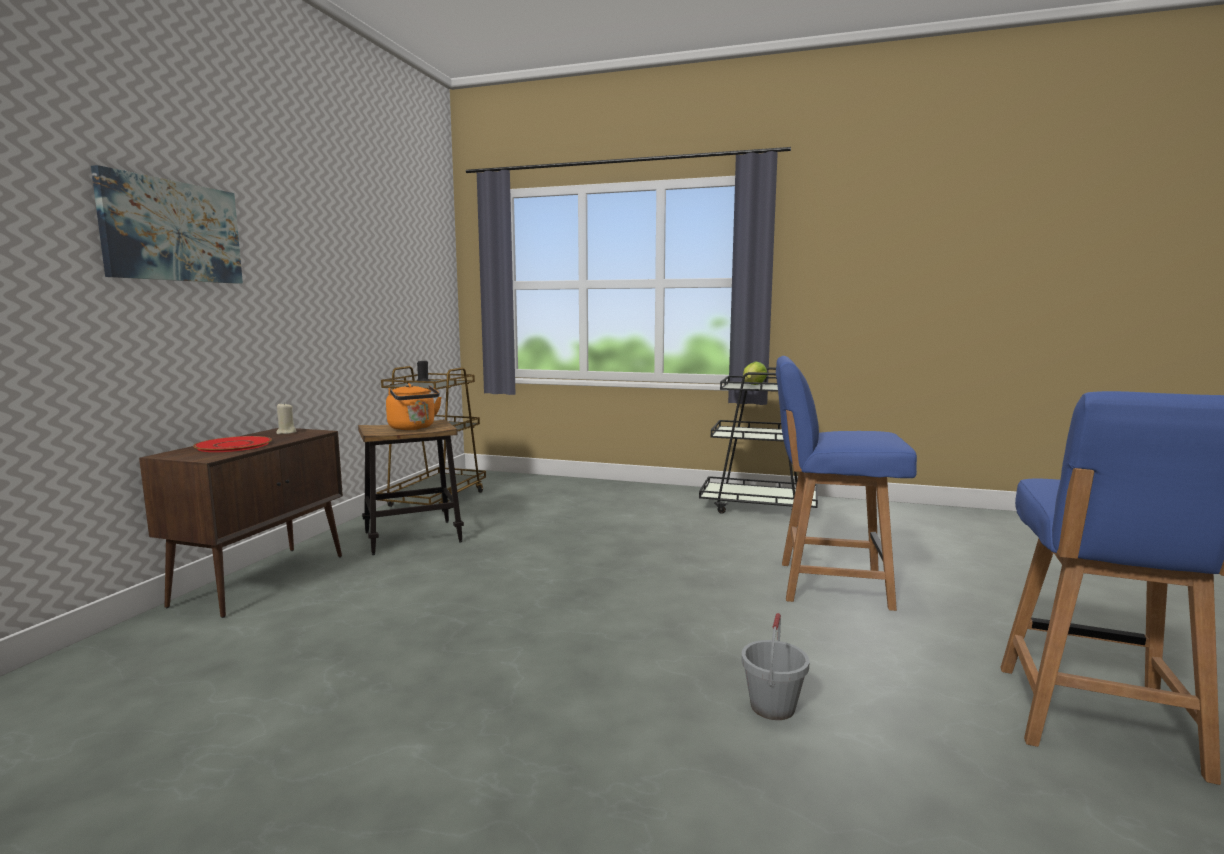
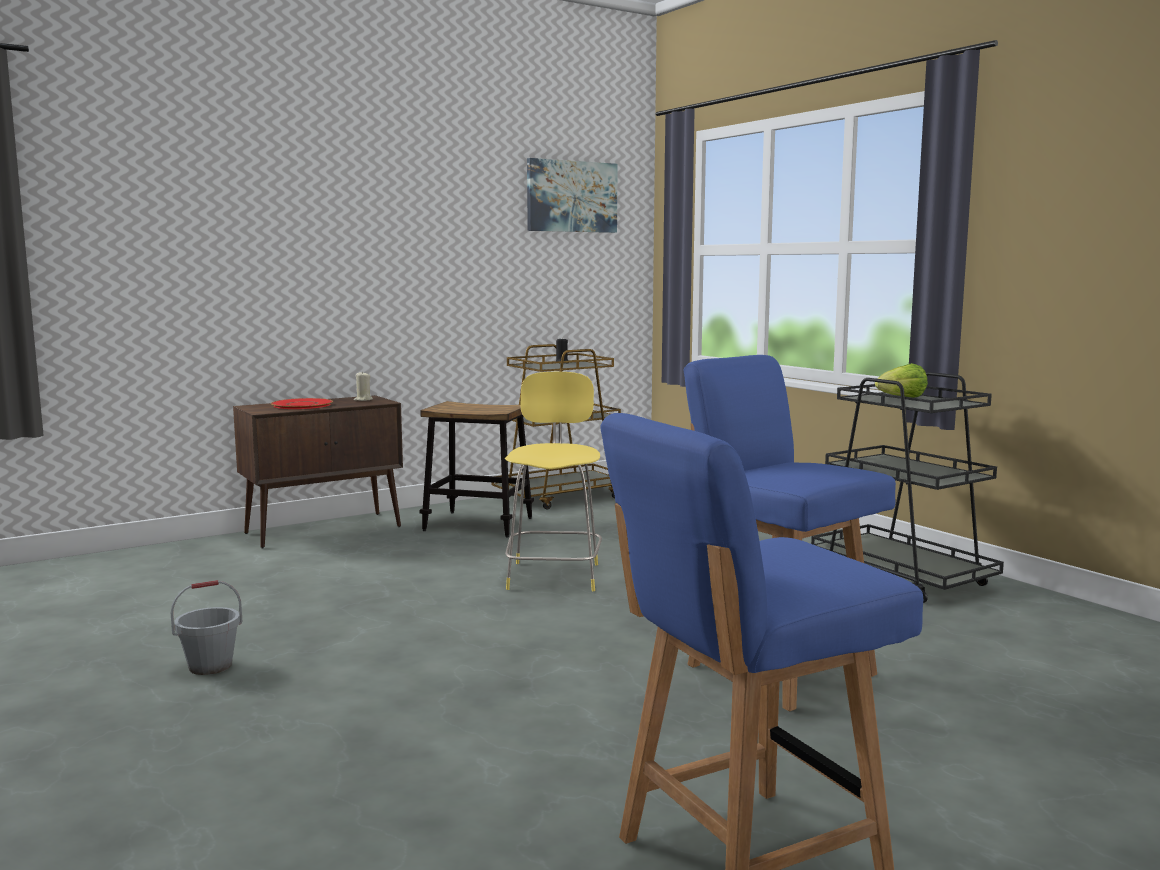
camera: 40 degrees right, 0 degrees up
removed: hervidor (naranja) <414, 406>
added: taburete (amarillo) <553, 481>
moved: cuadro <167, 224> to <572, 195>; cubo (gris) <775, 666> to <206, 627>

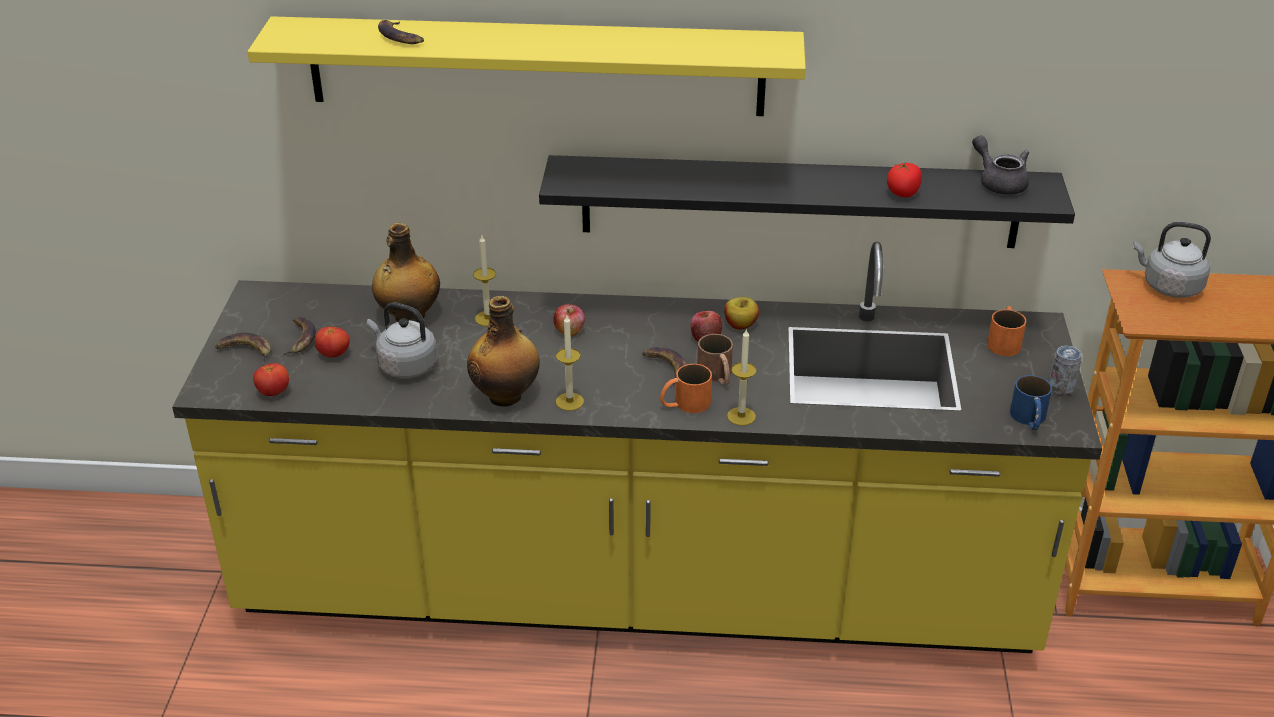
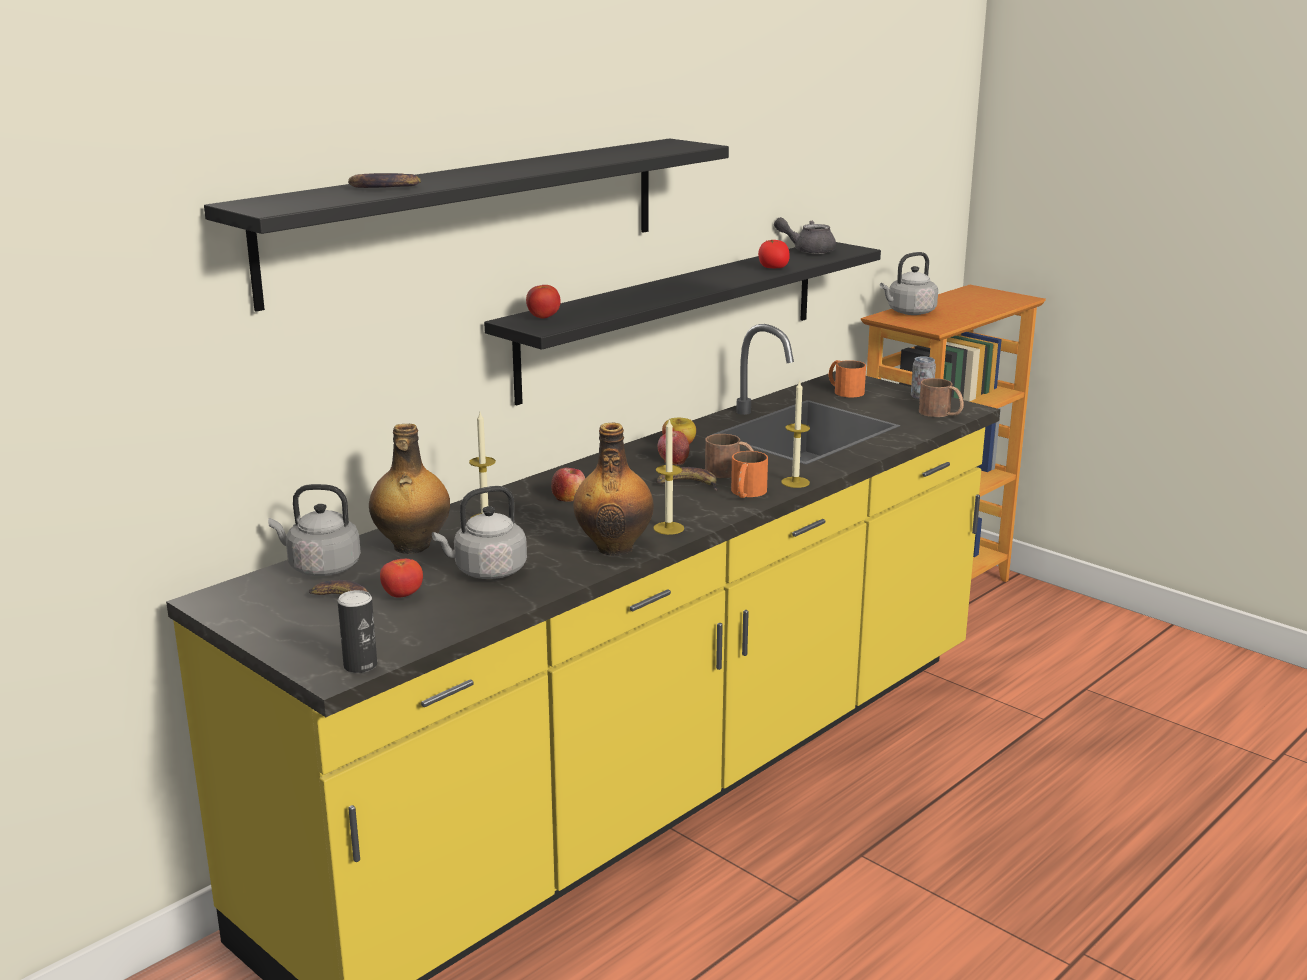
camera: 50 degrees left, 15 degrees down
removed: plátano <243, 348>
added: hervidor (gris) <314, 530>; lata <357, 631>
moved: tomate <271, 379> to <543, 301>
recoloured: estante (amarillo) <526, 66> to estante (negro) <466, 225>; taza grande (azul) <1031, 402> to taza grande (marrón) <941, 397>

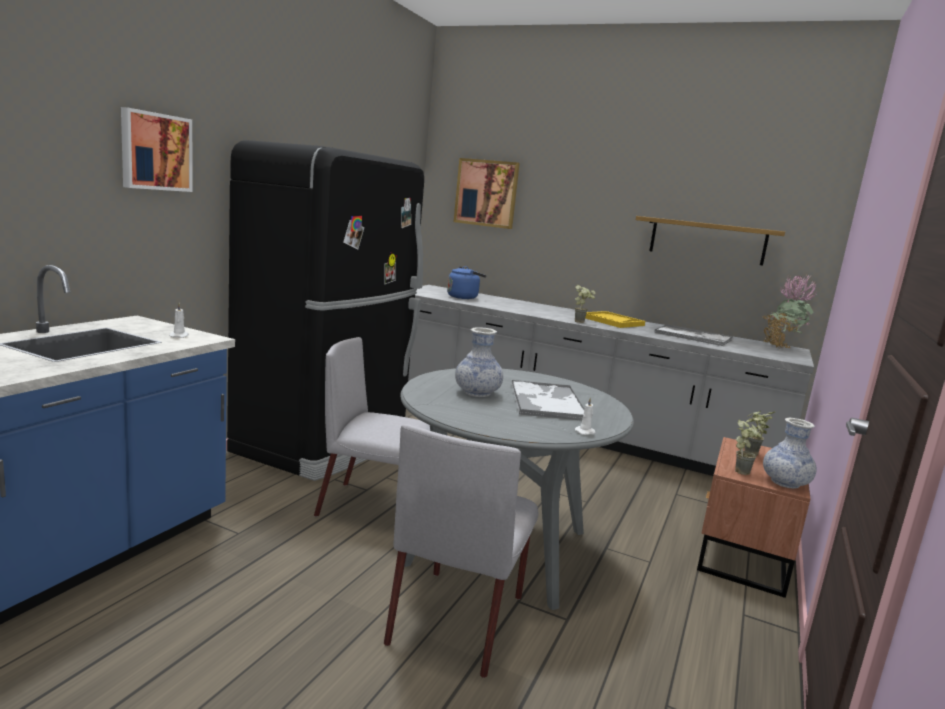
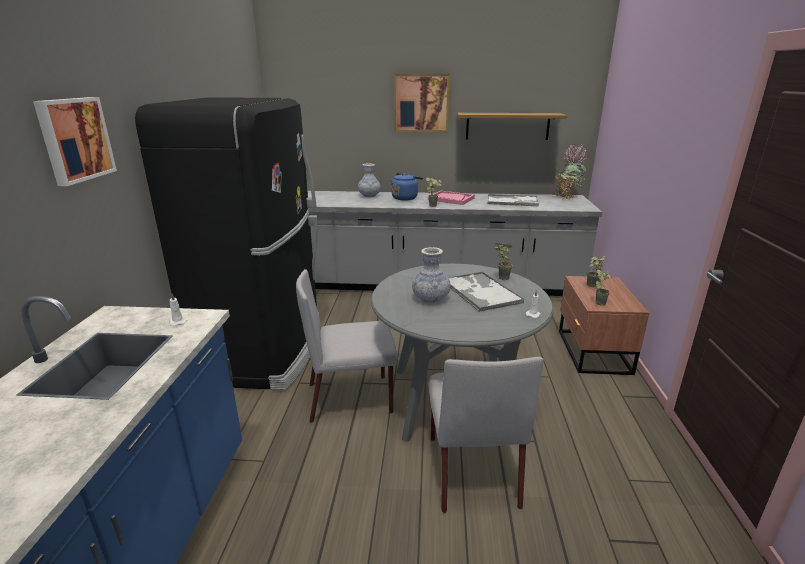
camera: 20 degrees left, 10 degrees up
added: planta en maceta <503, 261>
moved: cuadro <487, 193> to <422, 103>; hervidor (azul) <466, 282> to <407, 187>; florero <790, 453> to <369, 180>
recoloured: bandeja (amarillo) <615, 319> to bandeja (rosa) <451, 198>

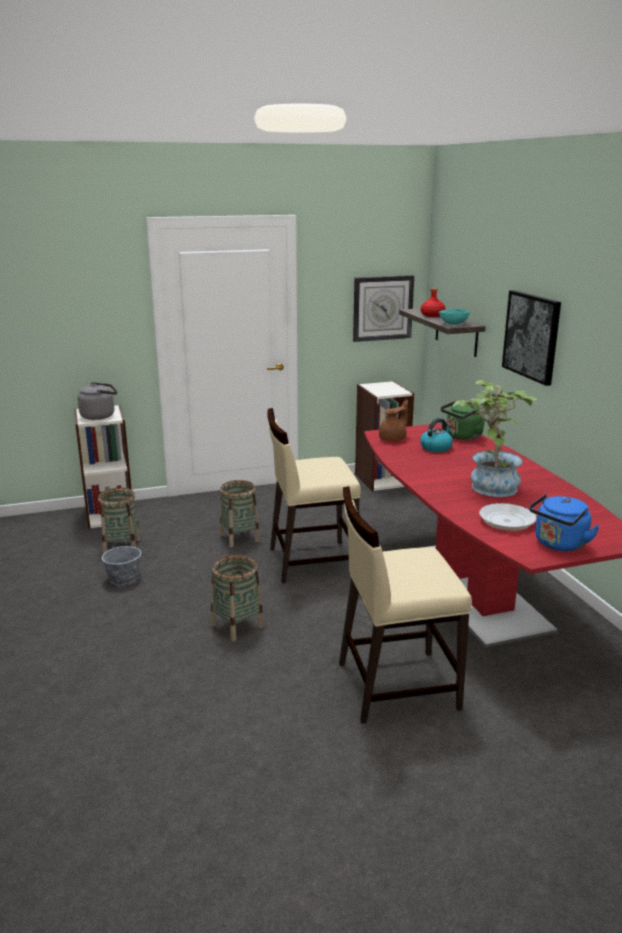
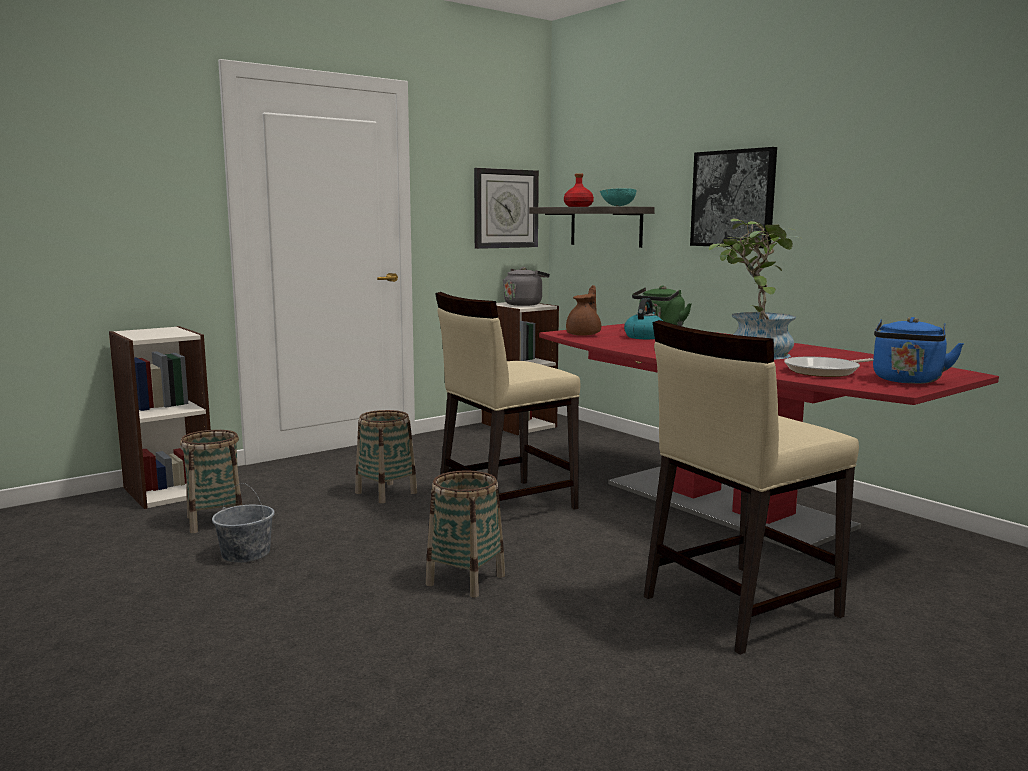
camera: 20 degrees left, 10 degrees down
moved: hervidor (gris) <97, 401> to <526, 286>

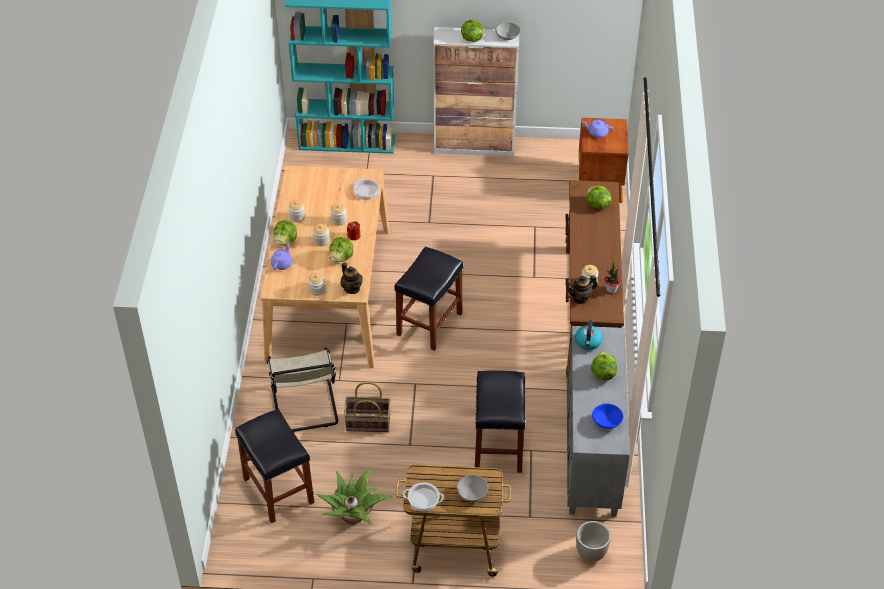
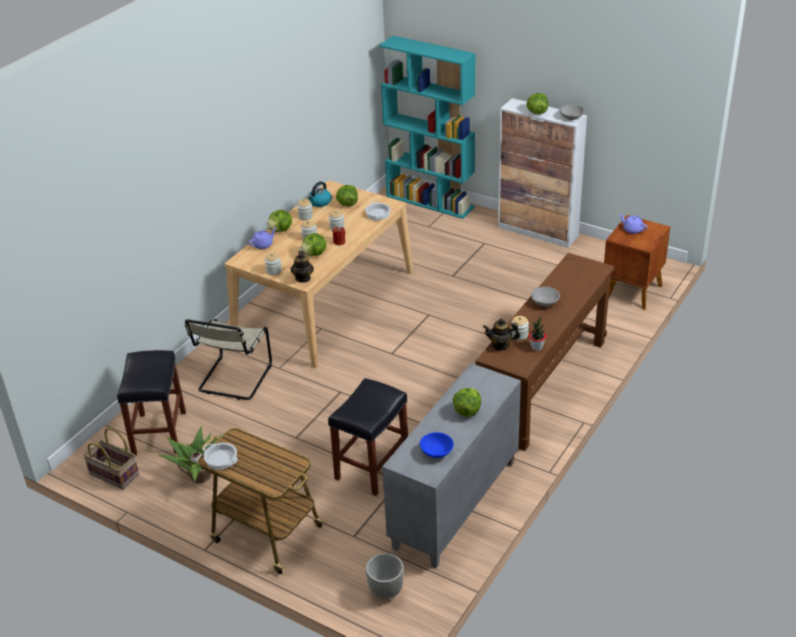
camera: 30 degrees right, 10 degrees down
removed: taburete (negro) <428, 299>
moved: lechuga <599, 197> to <347, 196>; hervidor <589, 335> to <320, 194>; cesta <367, 407> to <111, 458>; cuenco (gris) <472, 488> to <545, 296>

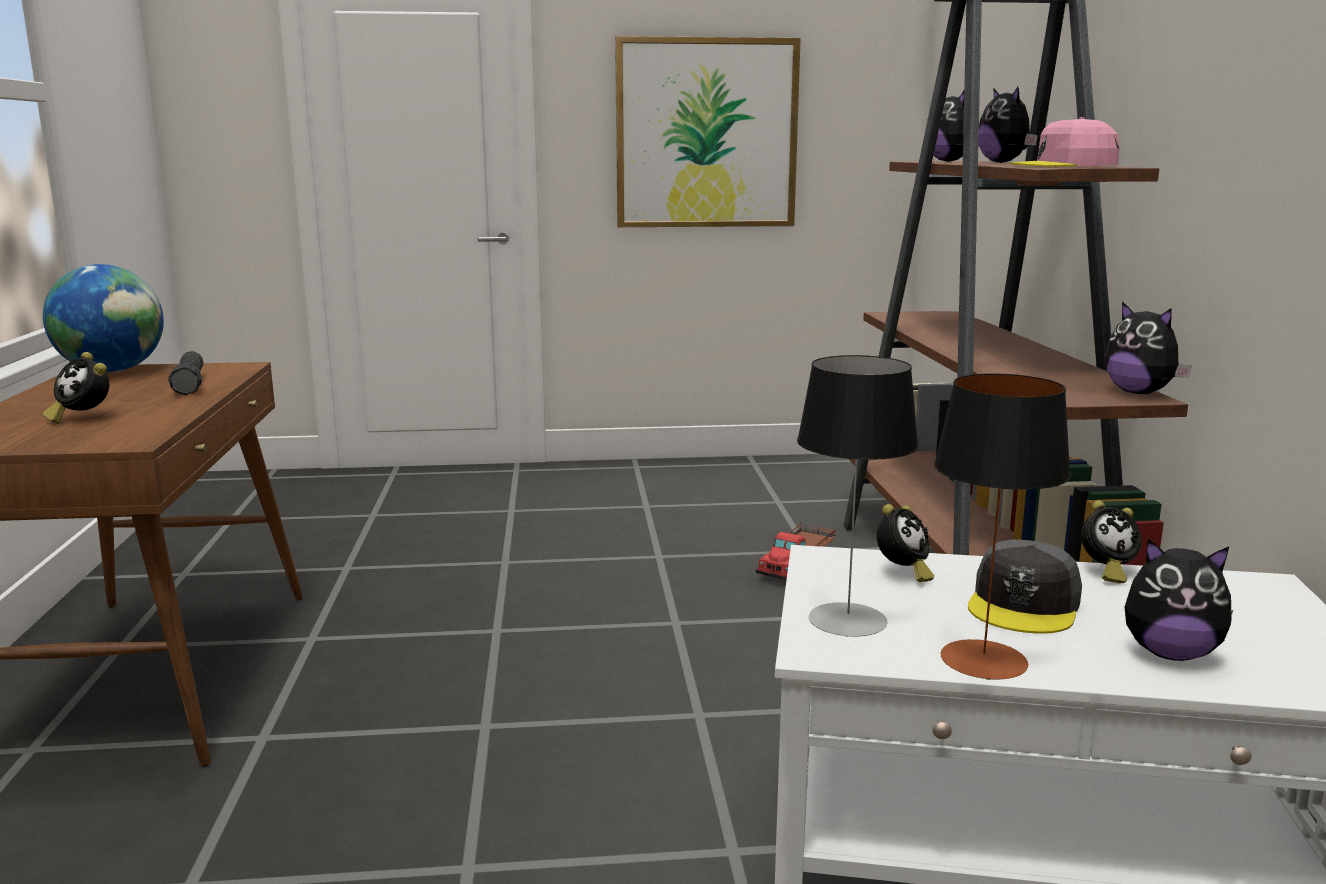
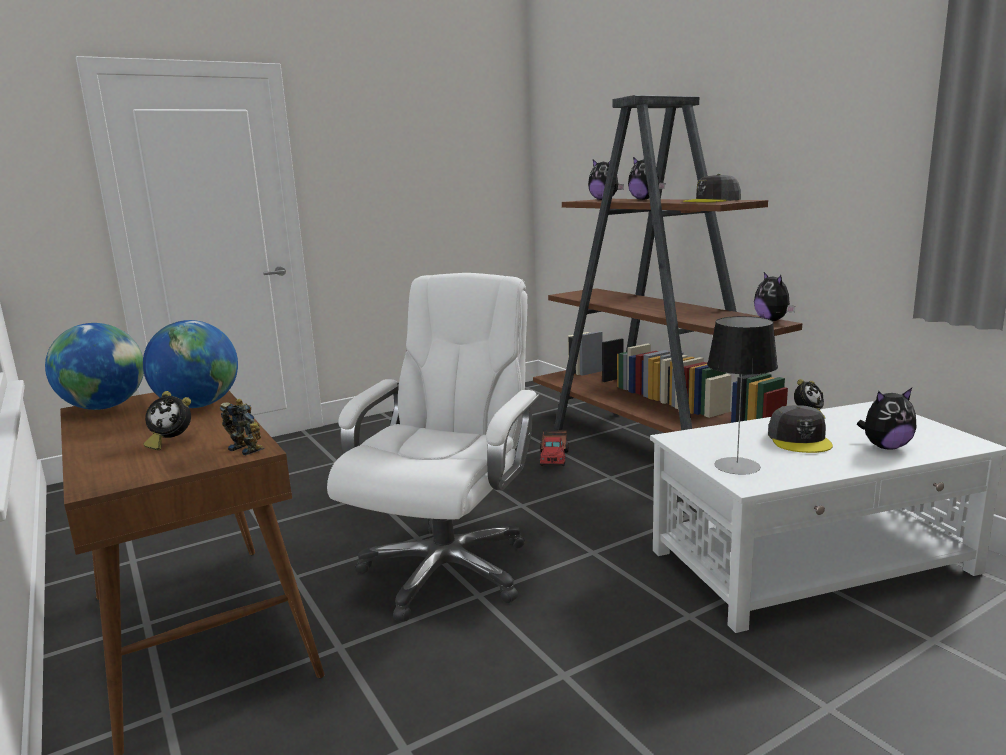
camera: 25 degrees left, 0 degrees up
removed: cuadro <708, 131>; lámpara de mesa <1002, 527>; despertador <905, 543>
added: silla de oficina (blanco) <433, 447>; robot de juguete <242, 427>
replaced: linterna (negro) <186, 373> to globo terráqueo <190, 364>
recoloured: gorra (rosa) <1064, 142> to gorra (gris) <712, 188>
turned: peluche <1148, 347> = <774, 296> 45 degrees clockwise

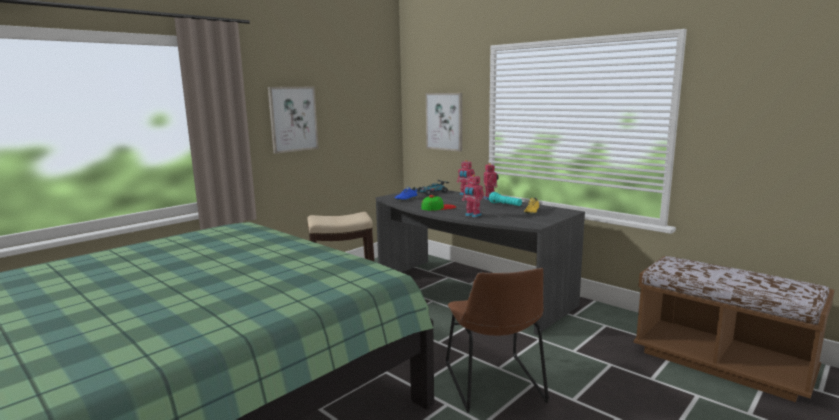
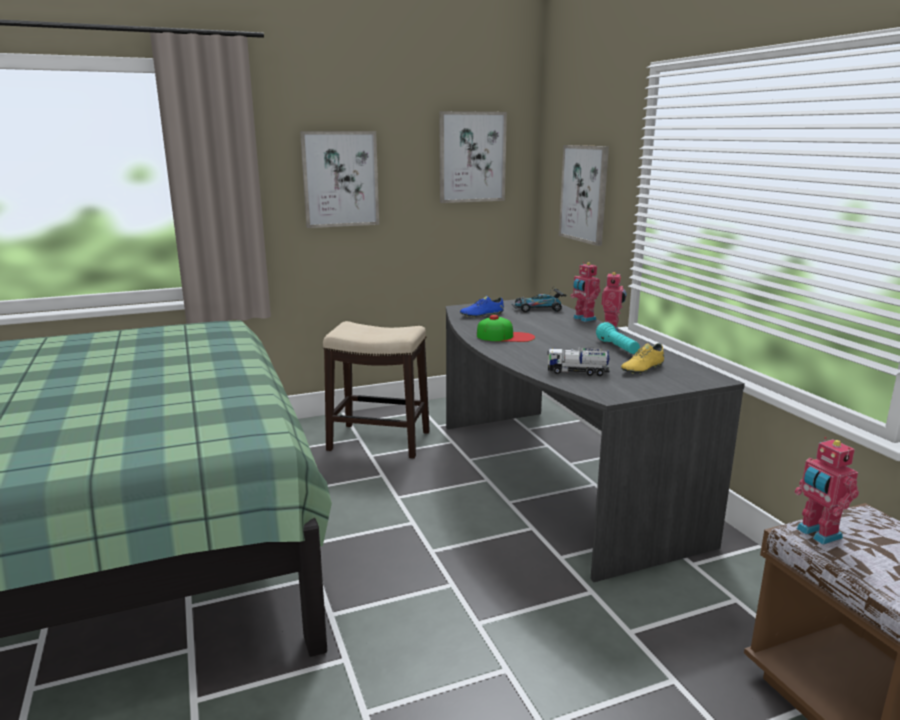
camera: 25 degrees right, 5 degrees up
removed: silla (marrón) <497, 340>
added: cuadro <473, 157>; camión de juguete <578, 361>
moved: robot de juguete <473, 196> to <826, 491>

